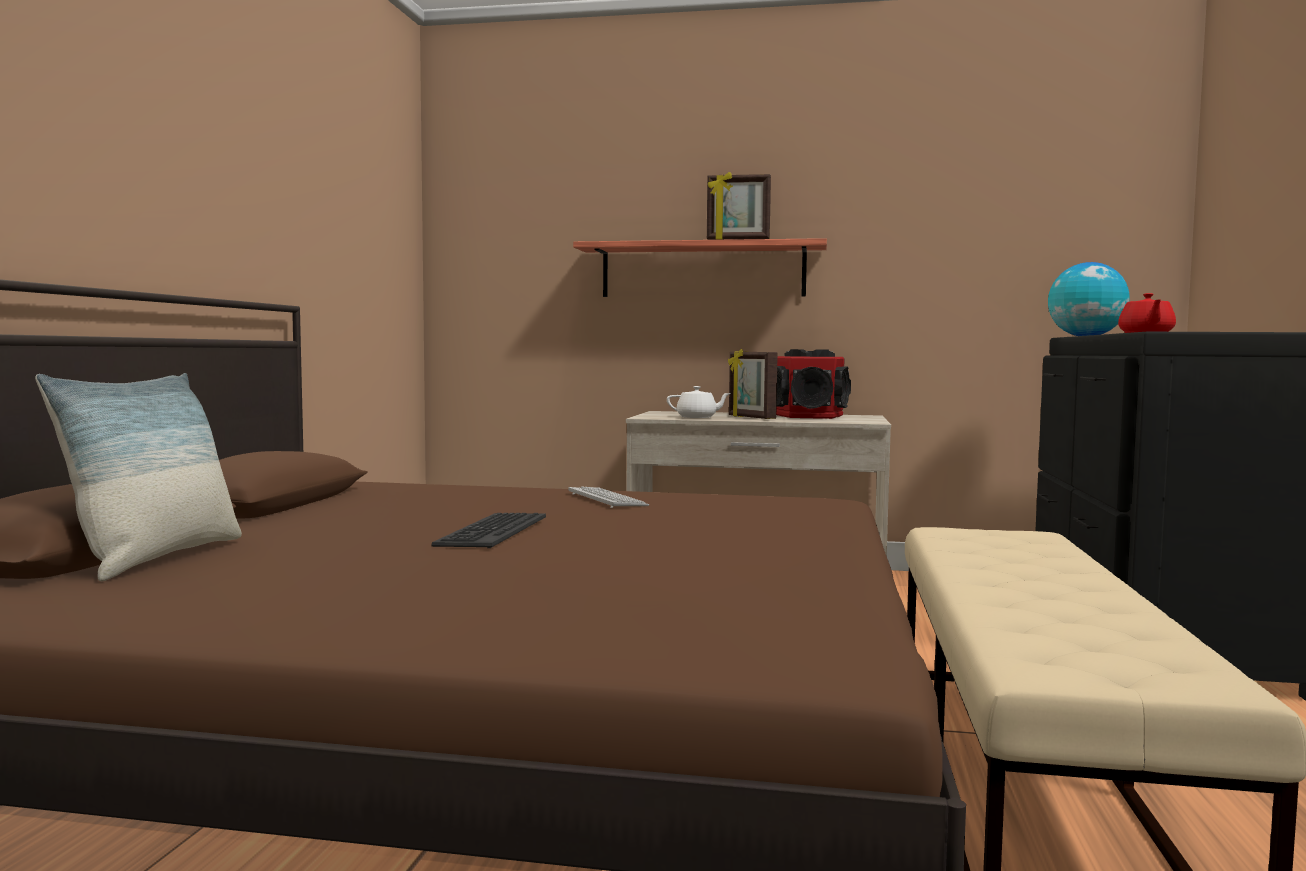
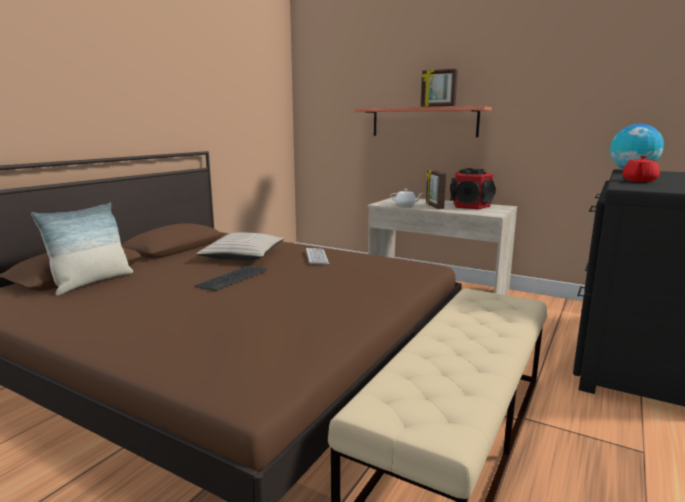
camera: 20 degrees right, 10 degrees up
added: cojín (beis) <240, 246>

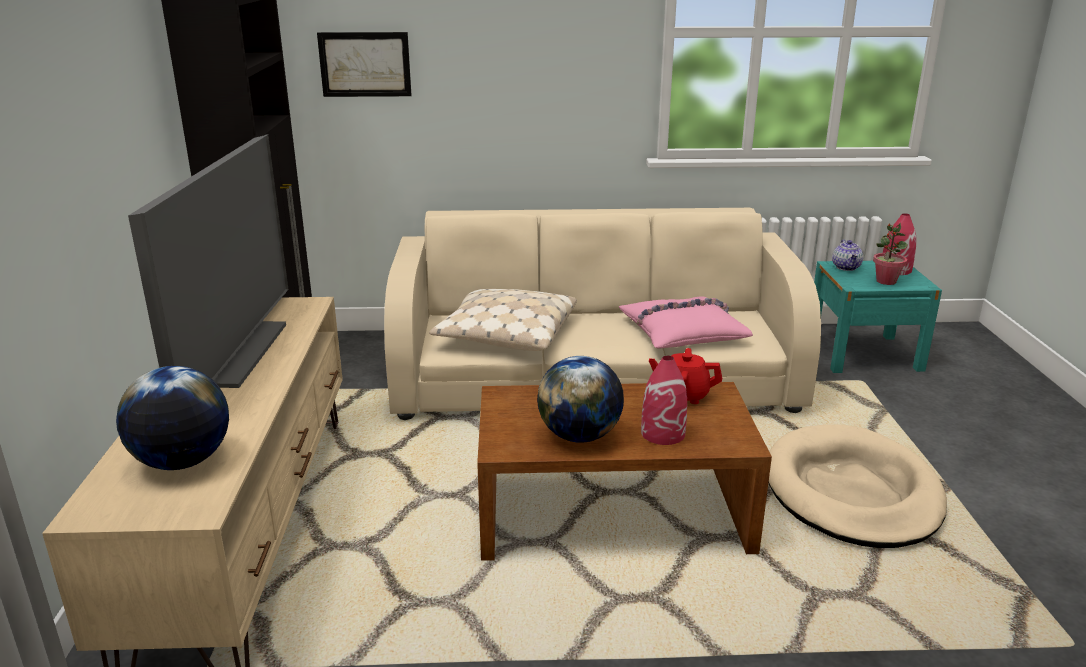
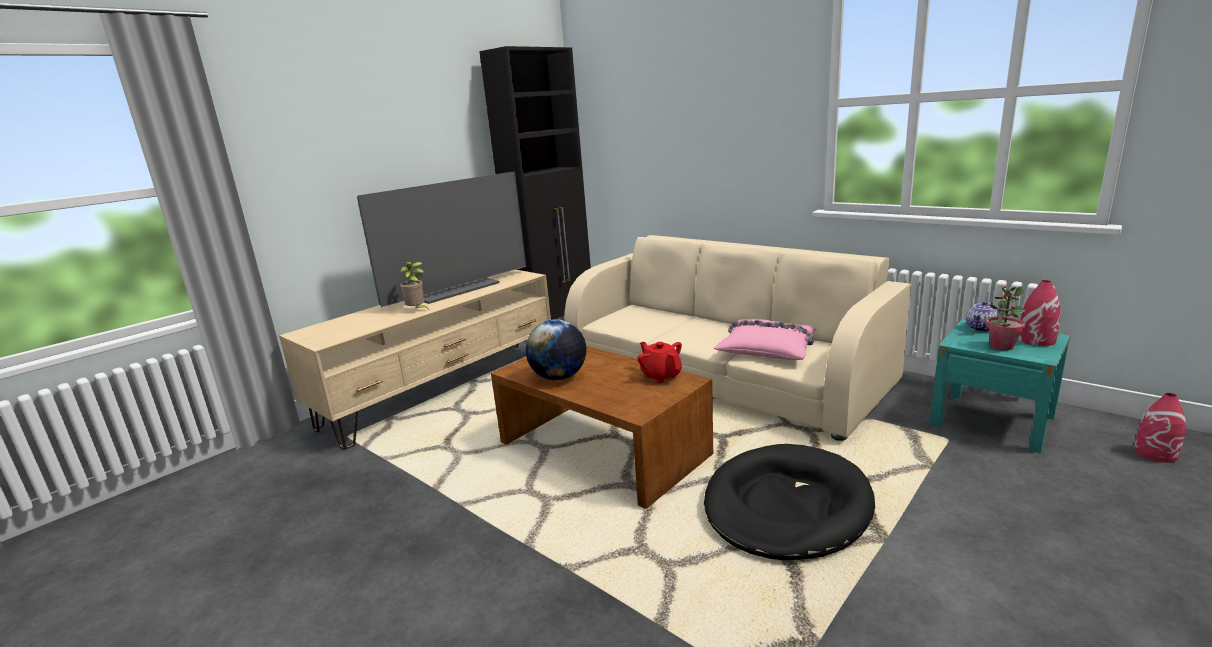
camera: 45 degrees right, 5 degrees down
removed: cuadro <364, 64>; cojín (beis) <503, 320>; globo terráqueo <172, 418>
added: planta en maceta <414, 285>
moved: florero (rojo) <664, 400> to <1160, 428>
recoloured: cama para perro (beis) <858, 486> to cama para perro (negro) <789, 502>

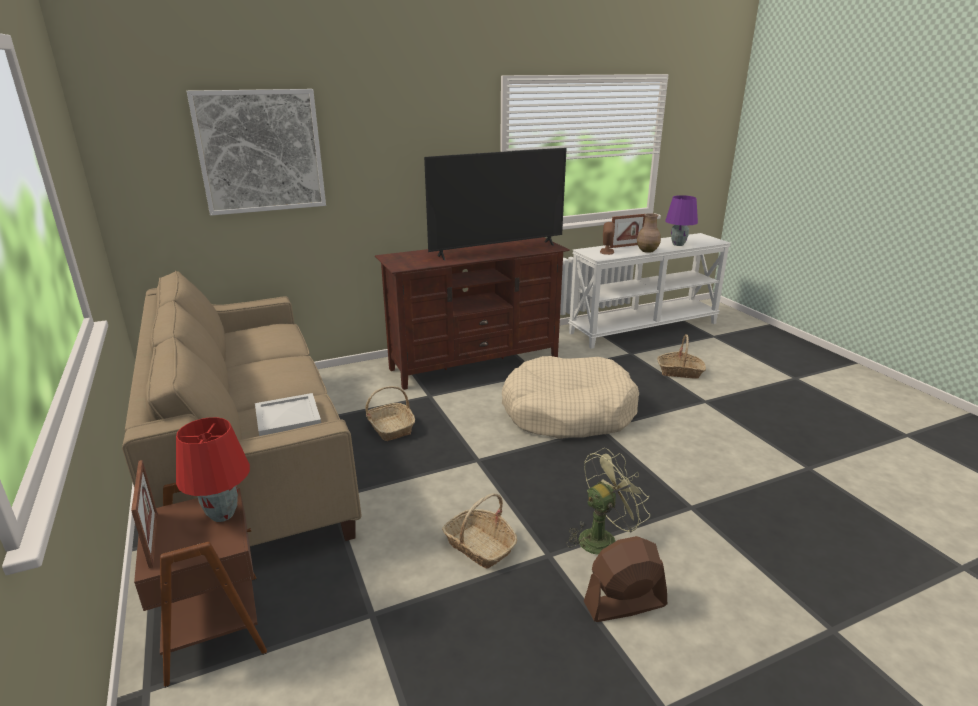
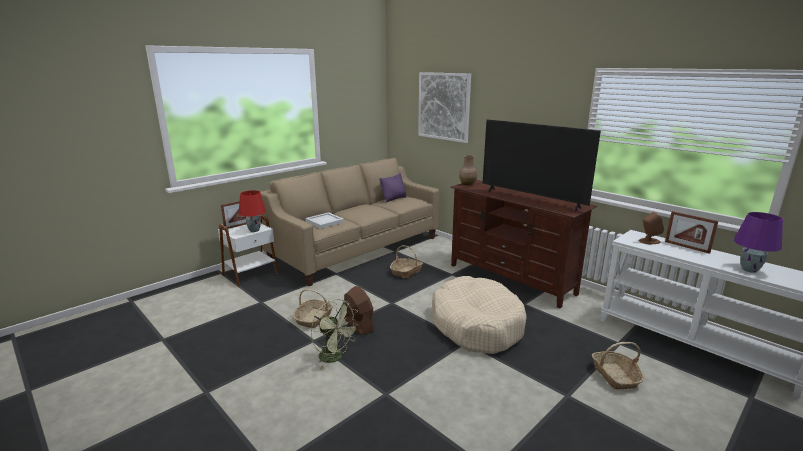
camera: 70 degrees right, 5 degrees down
added: cojín (morado) <393, 187>
moved: florero (marrón) <649, 233> to <468, 170>; ventilador (marrón) <625, 579> to <359, 310>
recoloured: mesa auxiliar (marrón) <200, 585> to mesa auxiliar (blanco) <248, 251>

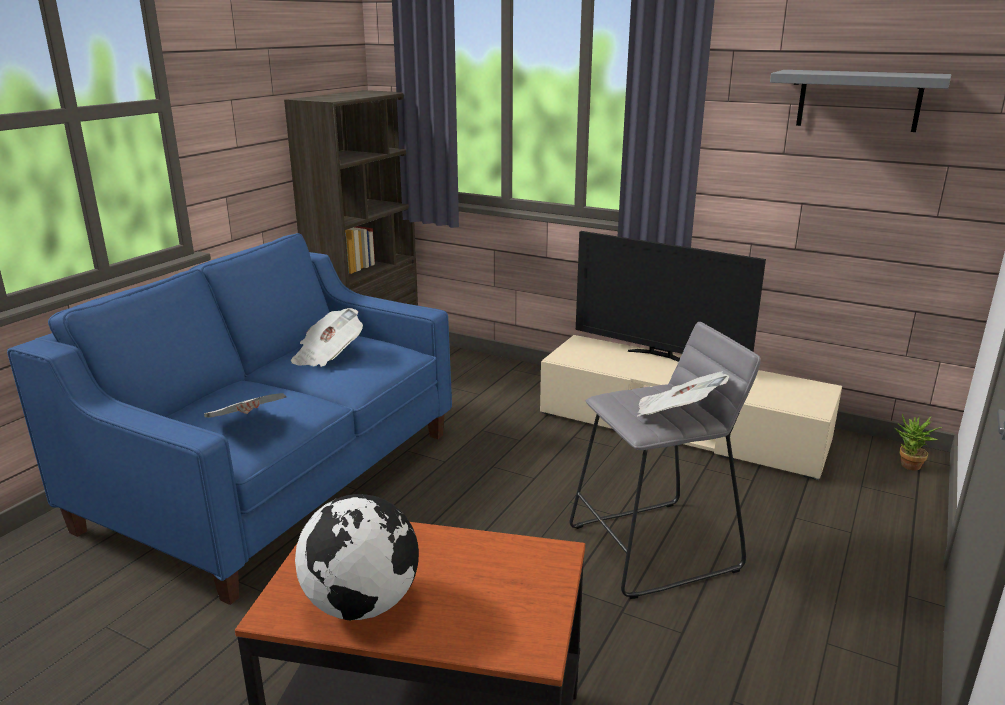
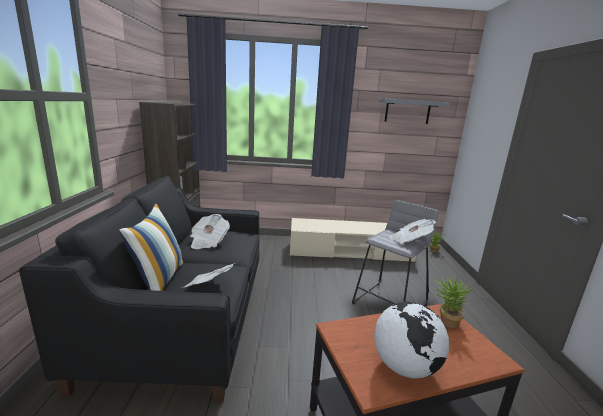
camera: 30 degrees left, 5 degrees down
removed: televisor <671, 296>
added: cojín <151, 247>; planta en maceta <453, 301>
recoloured: sofá (azul) <229, 419> to sofá (negro) <139, 289>

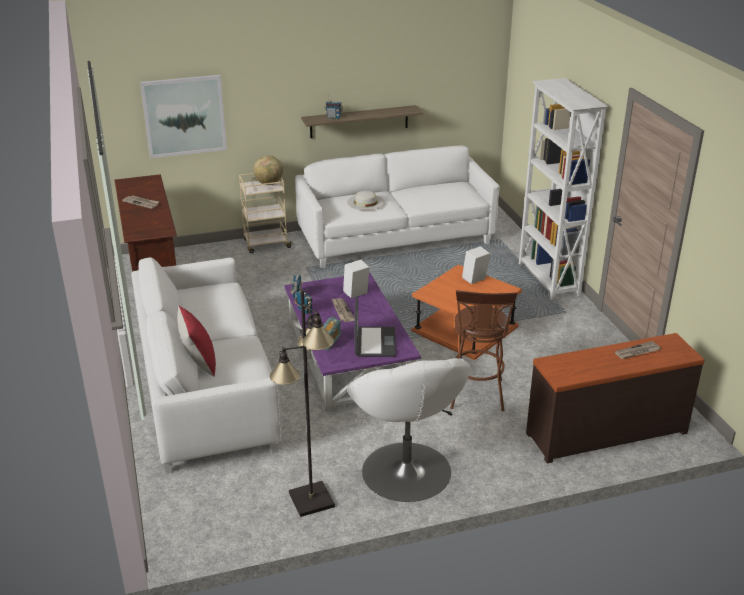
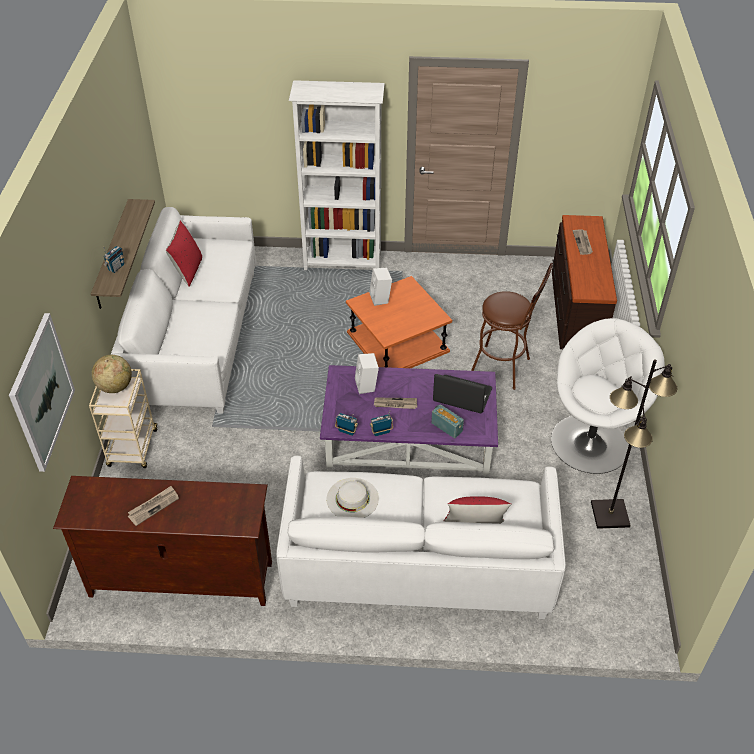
camera: 70 degrees left, 15 degrees up
added: cojín (rojo) <184, 253>
moved: sombrero (blanco) <366, 200> to <353, 498>
turned: sillón (blanco) <409, 430> = <608, 396> 45 degrees counterclockwise

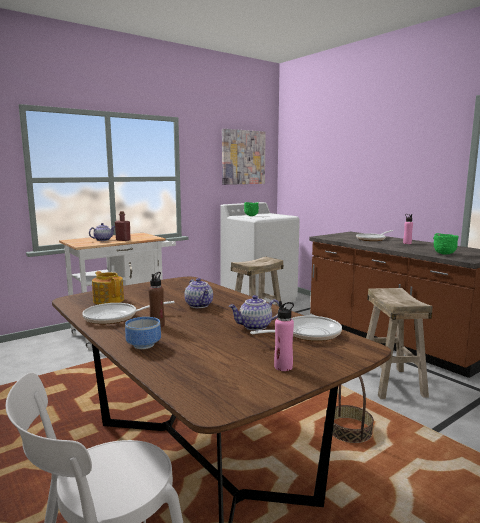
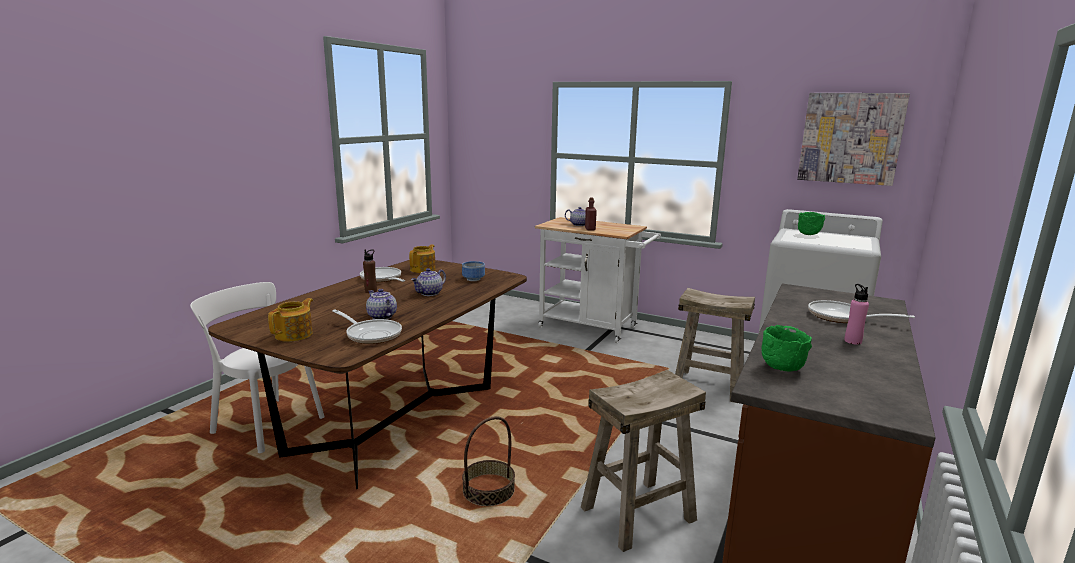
camera: 65 degrees right, 5 degrees up
moved: cuenco <143, 333> to <473, 271>
replaced: botella (rosa) <284, 336> to tetera <290, 320>

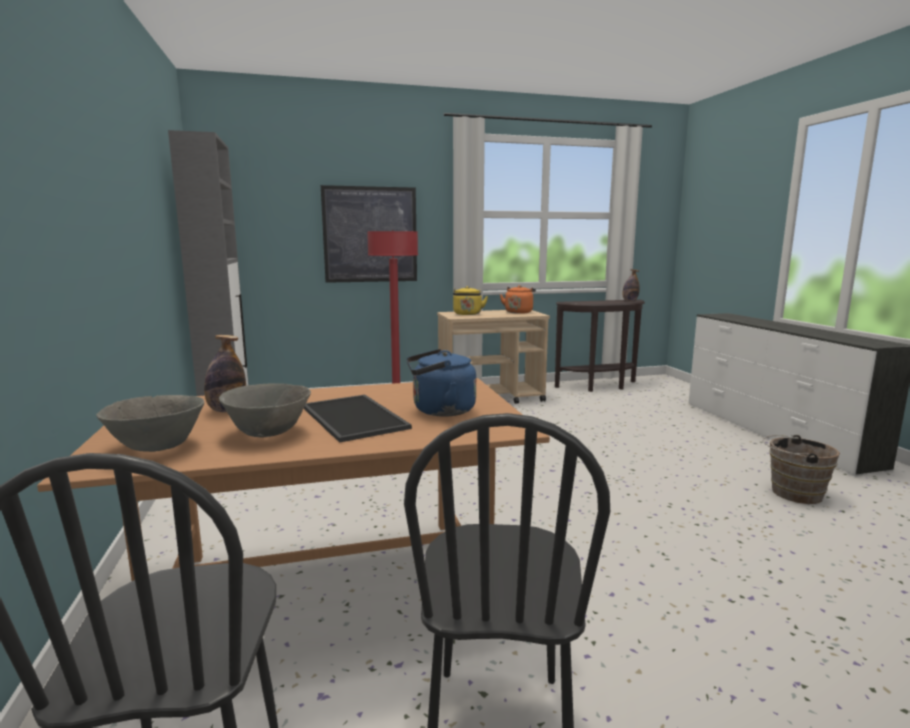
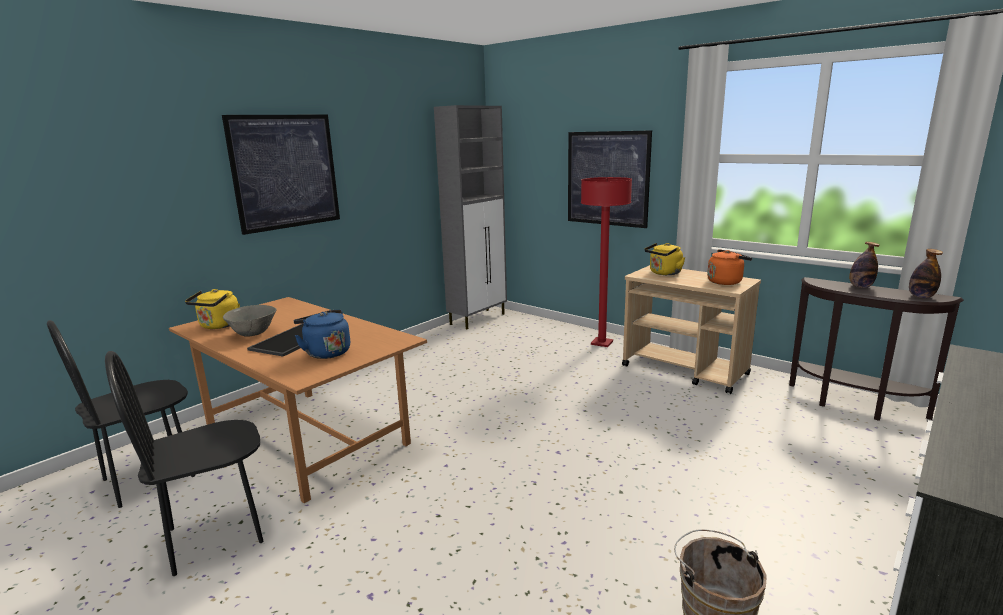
camera: 55 degrees right, 5 degrees up
added: cuadro <281, 175>
moved: botella <225, 373> to <864, 265>
replaced: cuenco (gris) <150, 423> to hervidor (amarillo) <212, 309>

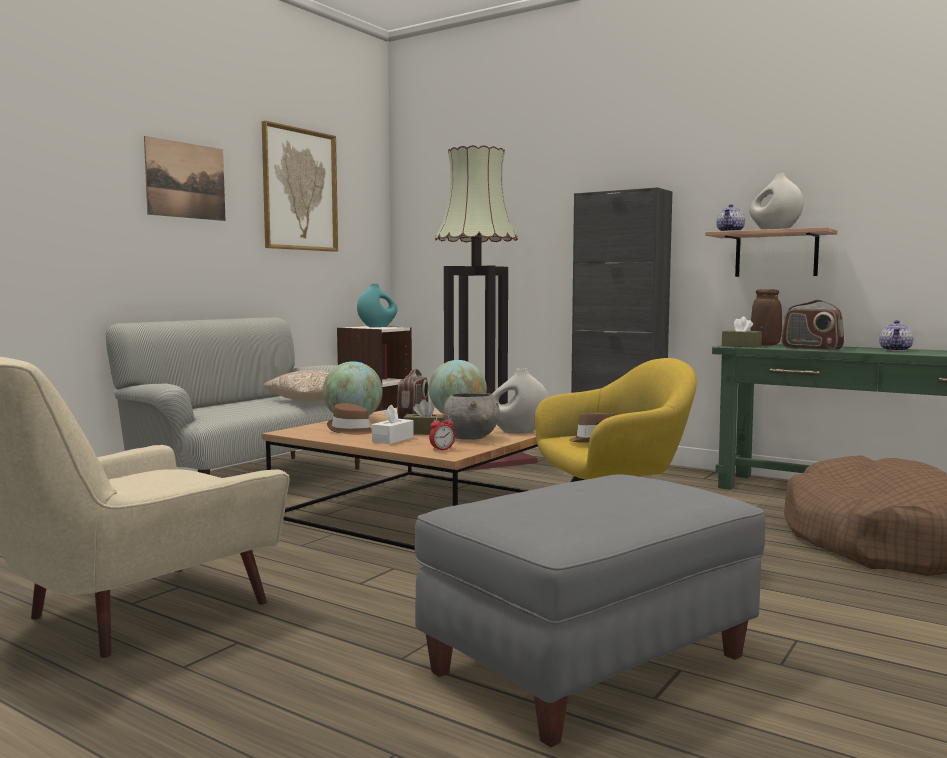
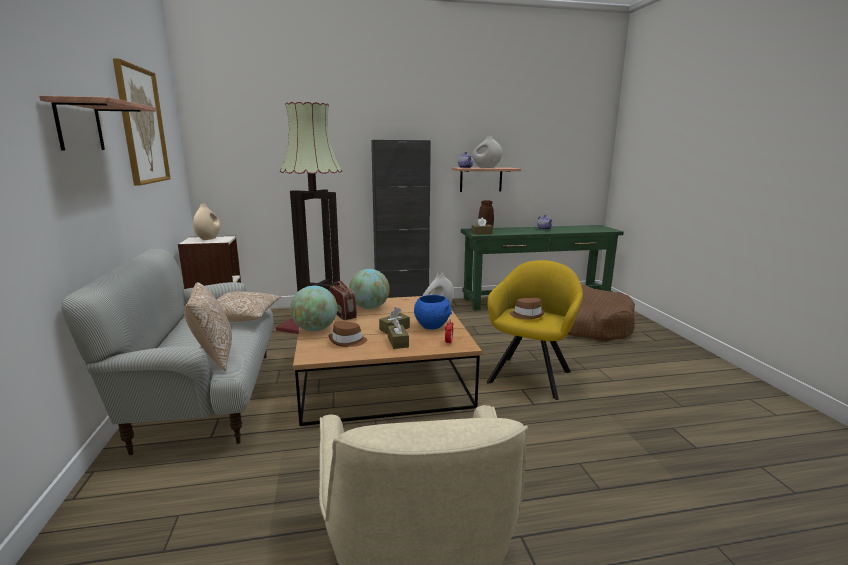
camera: 45 degrees left, 10 degrees up
removed: radio <812, 325>; puf (gris) <590, 610>
added: cojín <208, 326>
replaced: cuadro <185, 178> to estante <98, 123>
recoloured: florero (turquesa) <377, 305> to florero (beis) <206, 222>; cuenco (gris) <472, 416> to cuenco (azul) <433, 312>; caja de pañuelos (blanco) <393, 424> to caja de pañuelos (marrón) <398, 334>

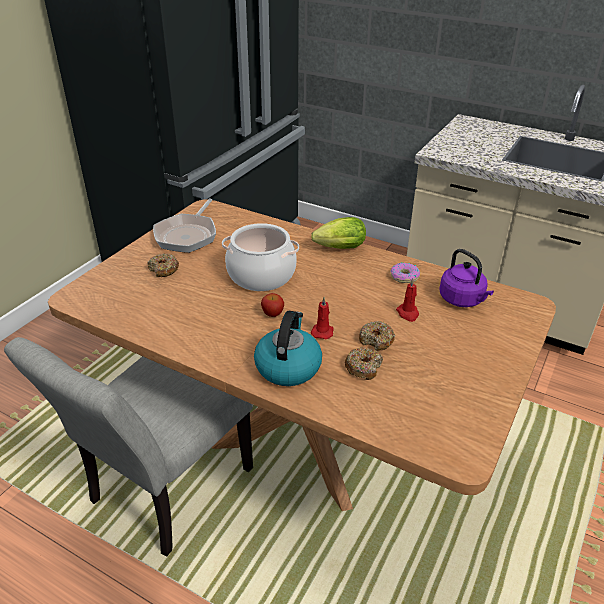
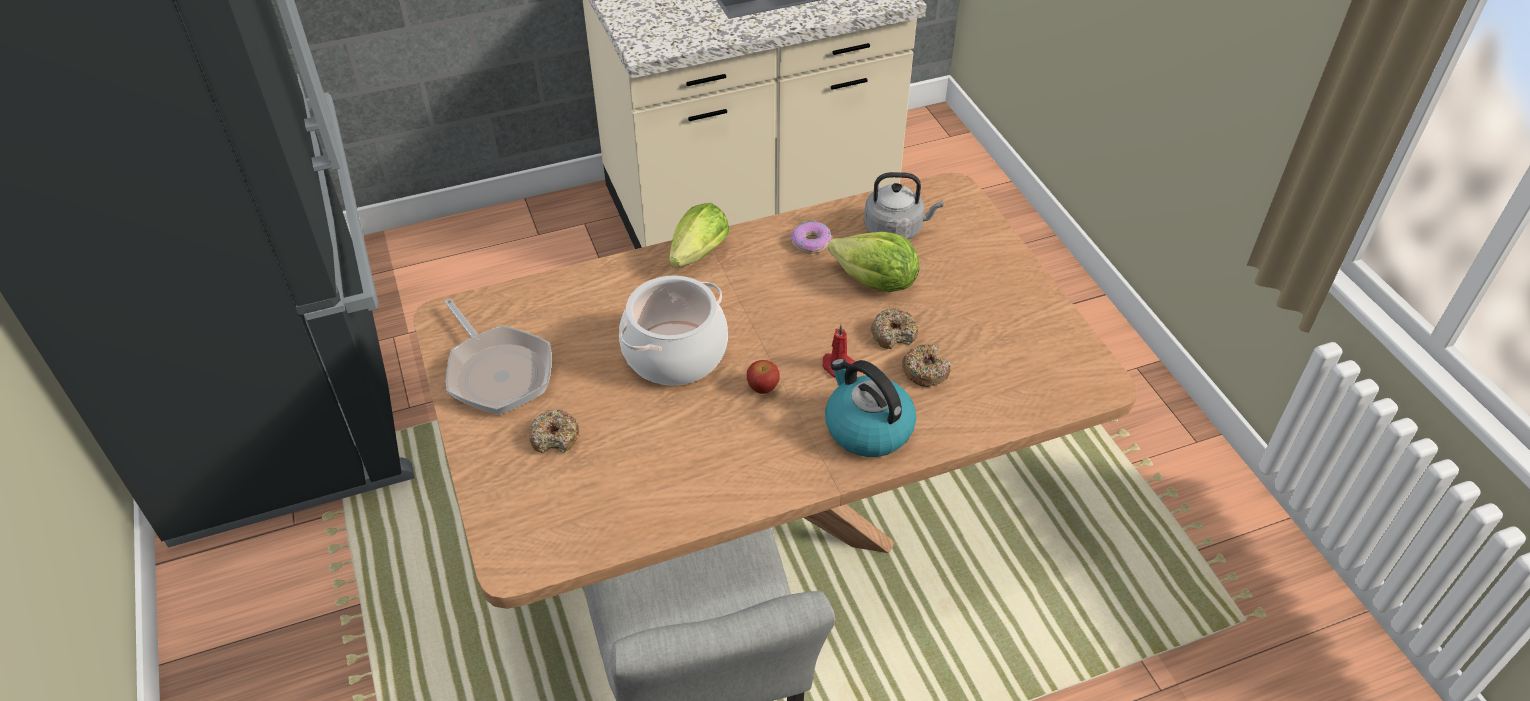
camera: 50 degrees left, 10 degrees up
replaced: vela (rojo) <407, 300> to lechuga <874, 262>
recoloured: hervidor (morado) <466, 278> to hervidor (gris) <903, 205>

